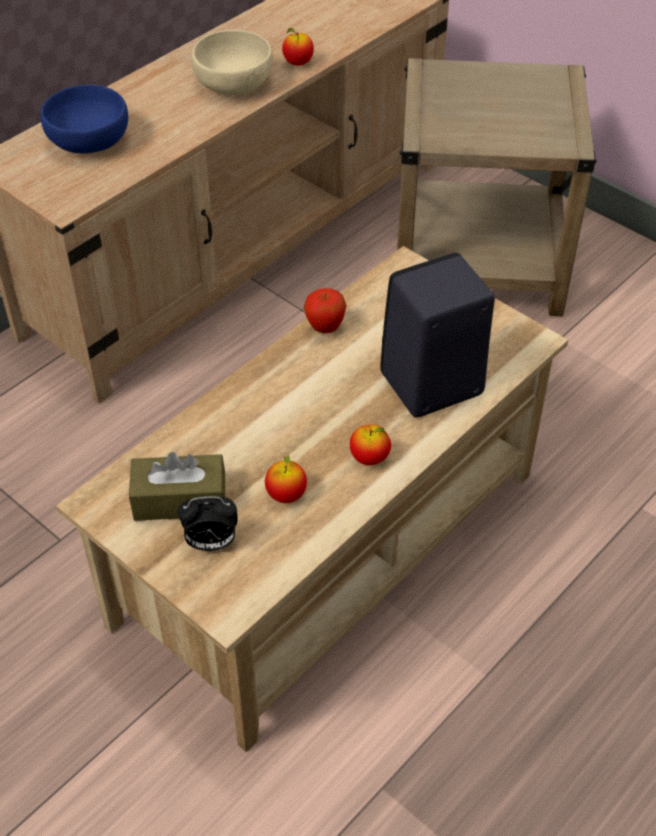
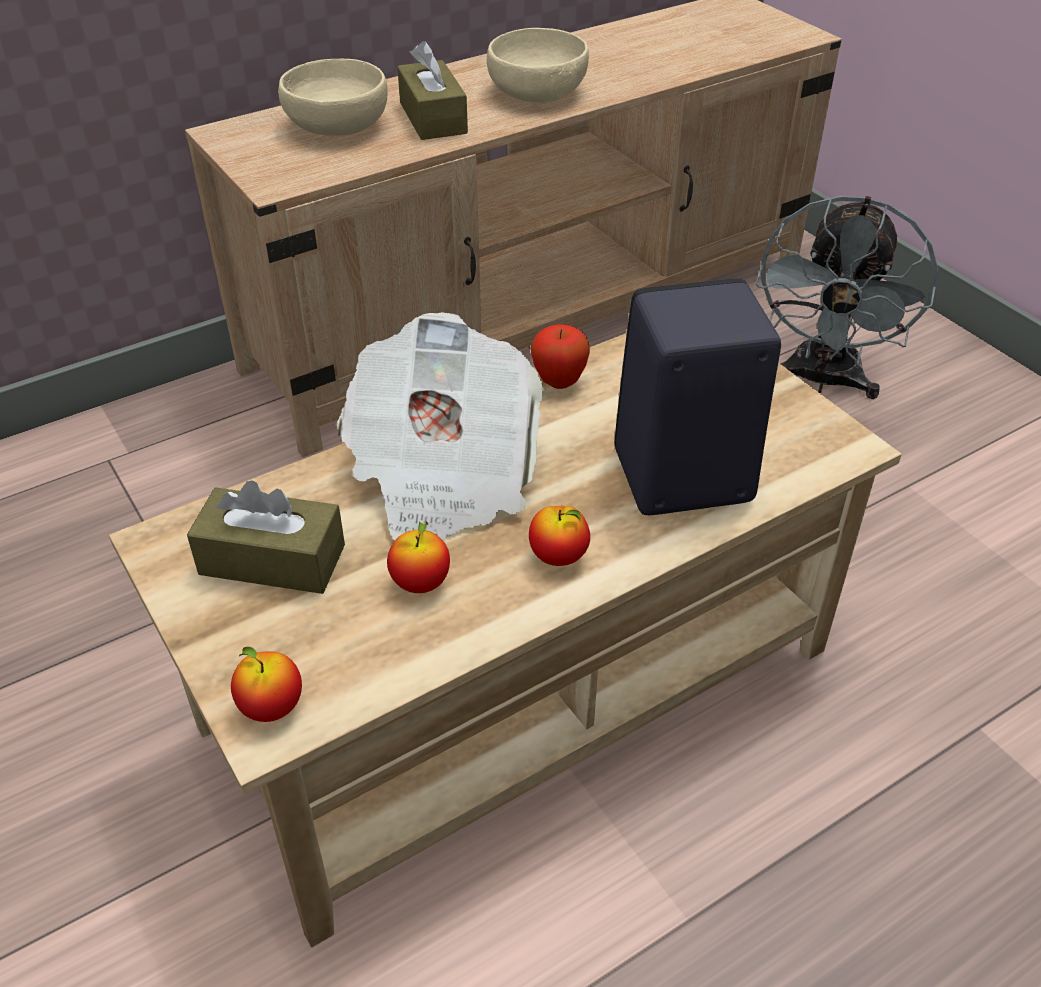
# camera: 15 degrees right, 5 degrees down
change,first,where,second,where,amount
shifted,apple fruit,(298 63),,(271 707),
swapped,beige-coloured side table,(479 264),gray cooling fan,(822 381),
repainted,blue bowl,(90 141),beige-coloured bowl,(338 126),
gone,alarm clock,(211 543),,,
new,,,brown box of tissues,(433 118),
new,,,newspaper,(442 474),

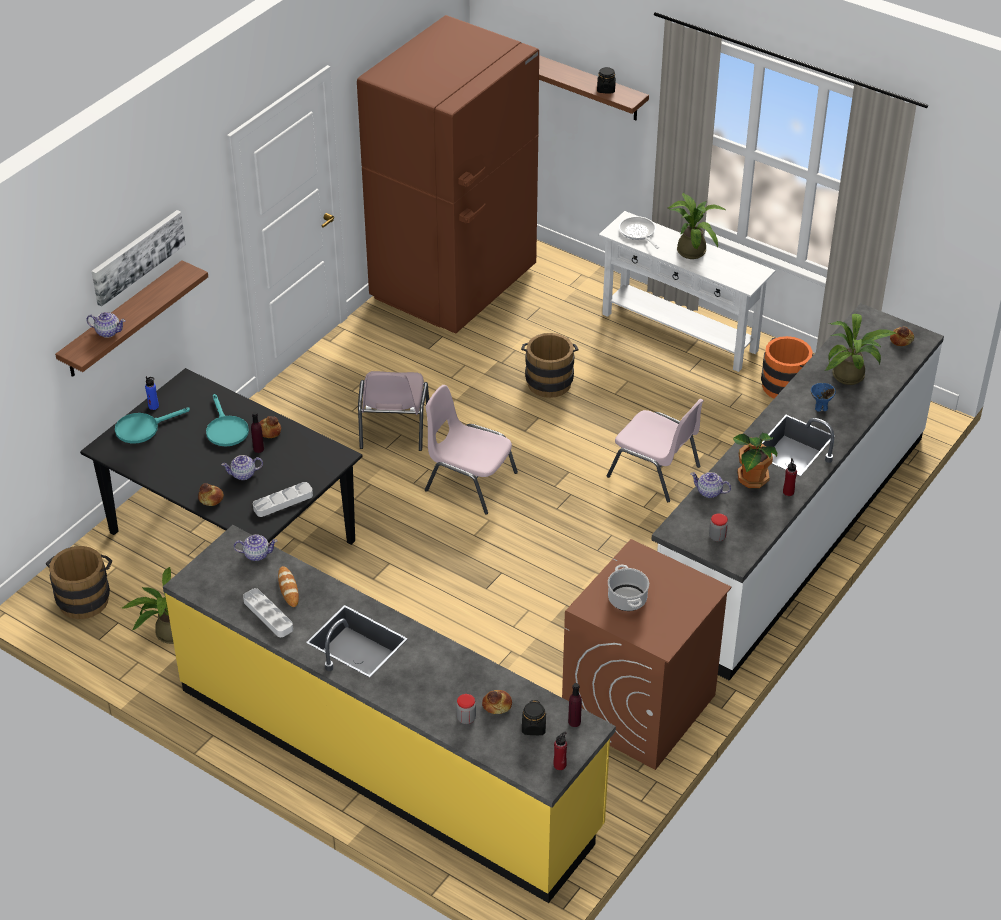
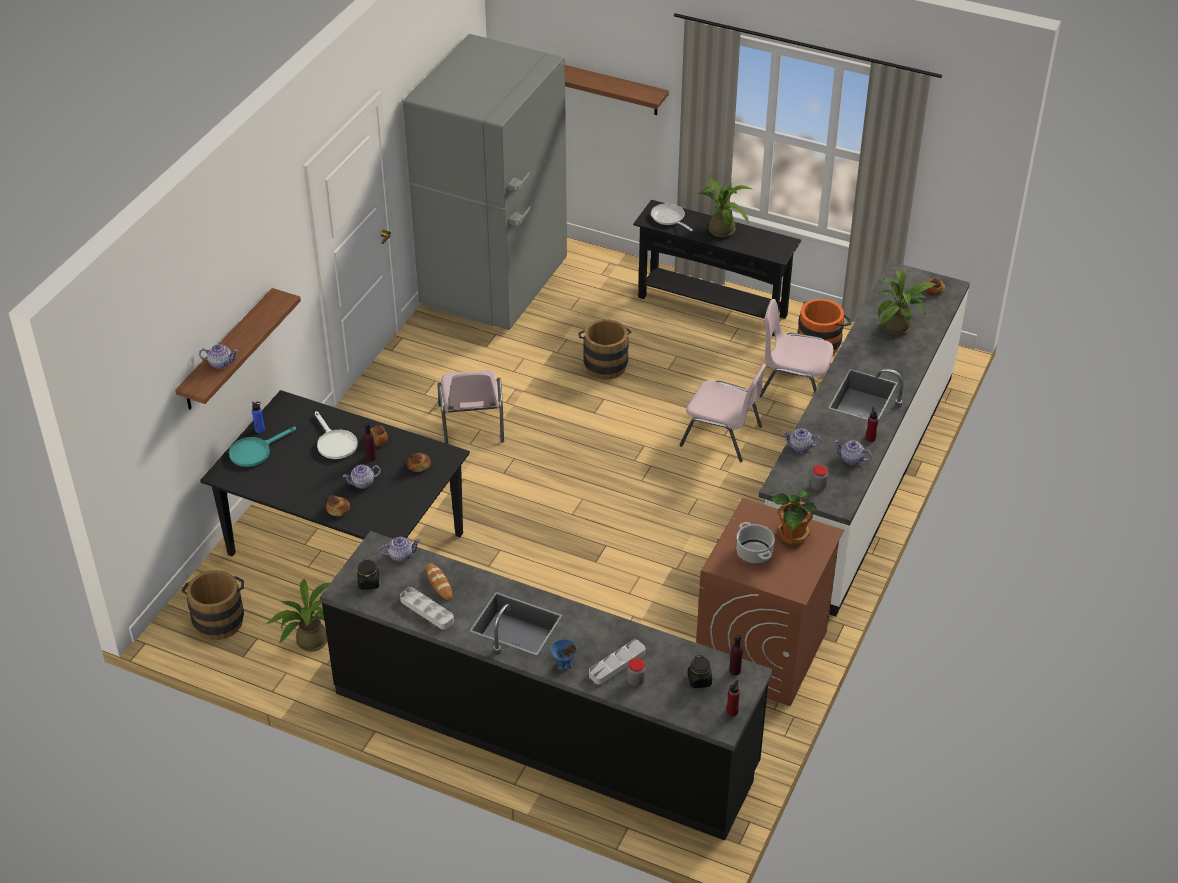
# camera: 10 degrees left, 0 degrees up
change,first,where,second,where,amount
repainted,brown refrigerator,(454 285),gray refrigerator,(495 285),
shifted,blackish preserve jar,(606 89),,(368 582),
gone,wall art,(137 256),,,
repainted,whitish hall table,(679 332),blackish hall table,(712 306),
shifted,blue bowl,(820 408),,(564 665),
shifted,pink-coloured chair,(469 481),,(794 384),
repainted,turquoise frying pan,(225 429),whitish frying pan,(334 443),
shifted,potted plant,(751 479),,(792 535),
shifted,gray carrying tray,(283 502),,(617 664),
repainted,yellowish counter,(387 758),blackish counter,(544 729),
shifted,bread,(497 705),,(419 465),
new,,,pot for tea,(851 459),

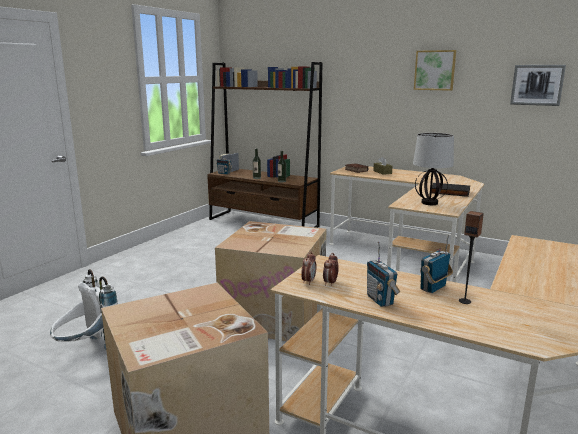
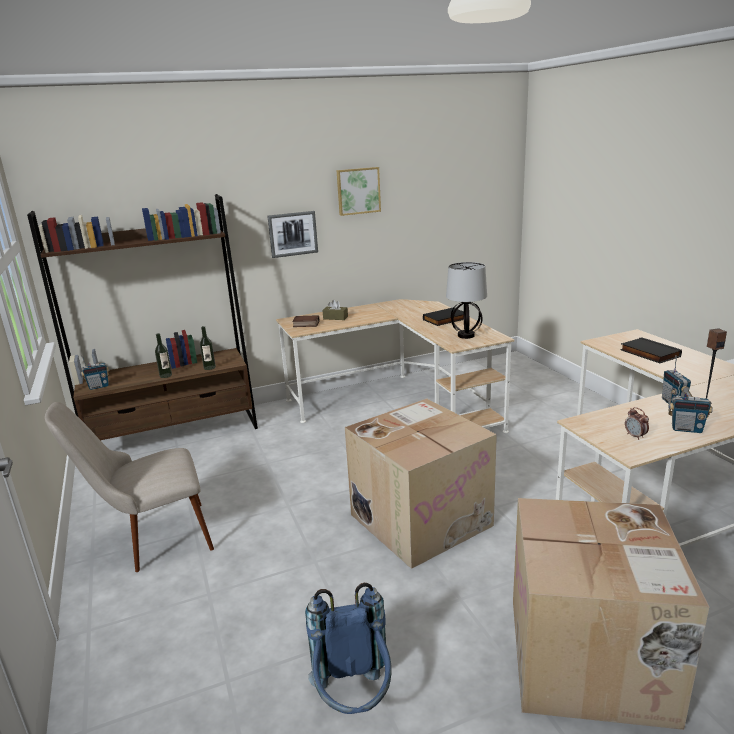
# camera: 50 degrees left, 5 degrees up
change,first,where,second,where,amount
shifted,wall art,(537 85),,(292 234),
gone,alarm clock,(308 281),,,
repainted,whitish knapsack,(88 351),blue knapsack,(354 701),
new,,,blackish bound book,(648 353),
new,,,beige-coloured chair,(151 541),

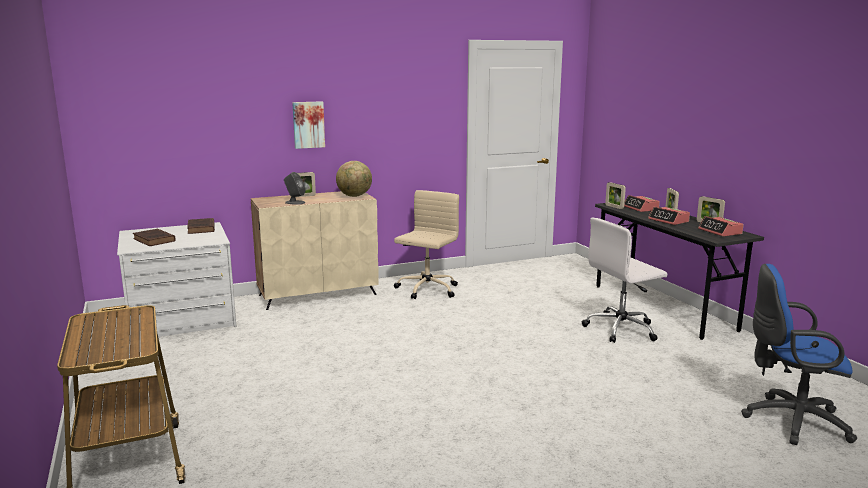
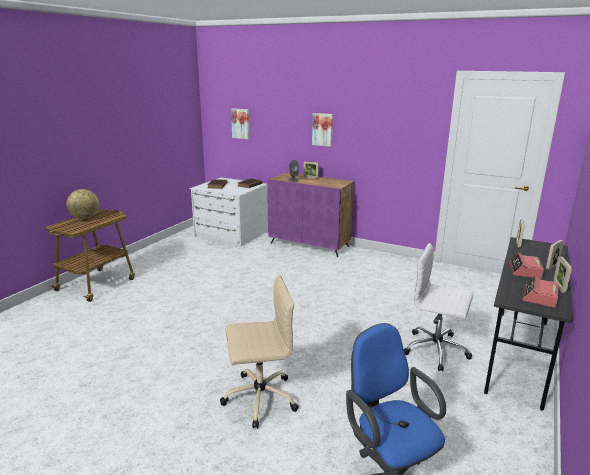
# camera: 50 degrees right, 5 degrees up
change,first,where,second,where,amount
shifted,desk globe,(354 196),,(85 218),
shifted,beige-coloured desk chair,(426 290),,(259 398),
repainted,beige-coloured storage cabinet,(318 294),purple-coloured storage cabinet,(310 245),
gone,alarm clock,(640 208),,,
new,,,wall art,(241 123),

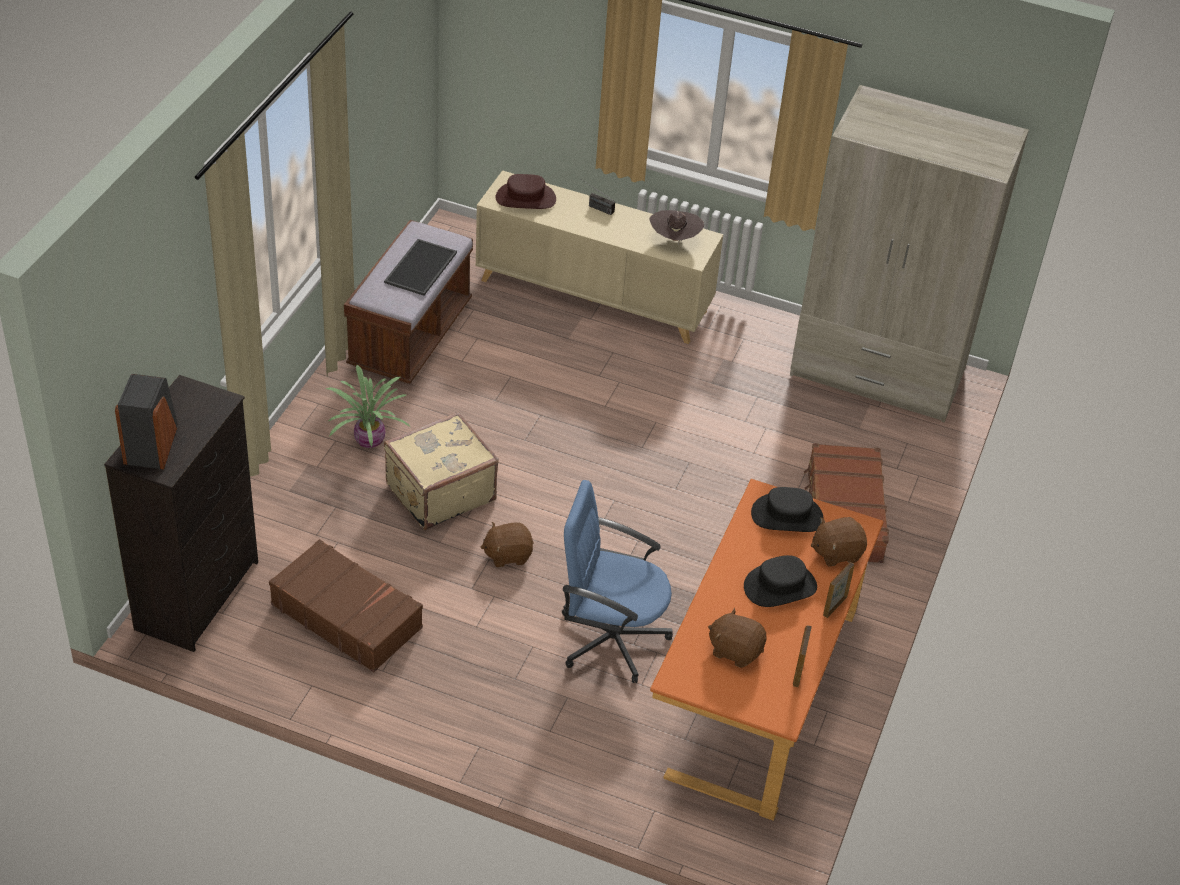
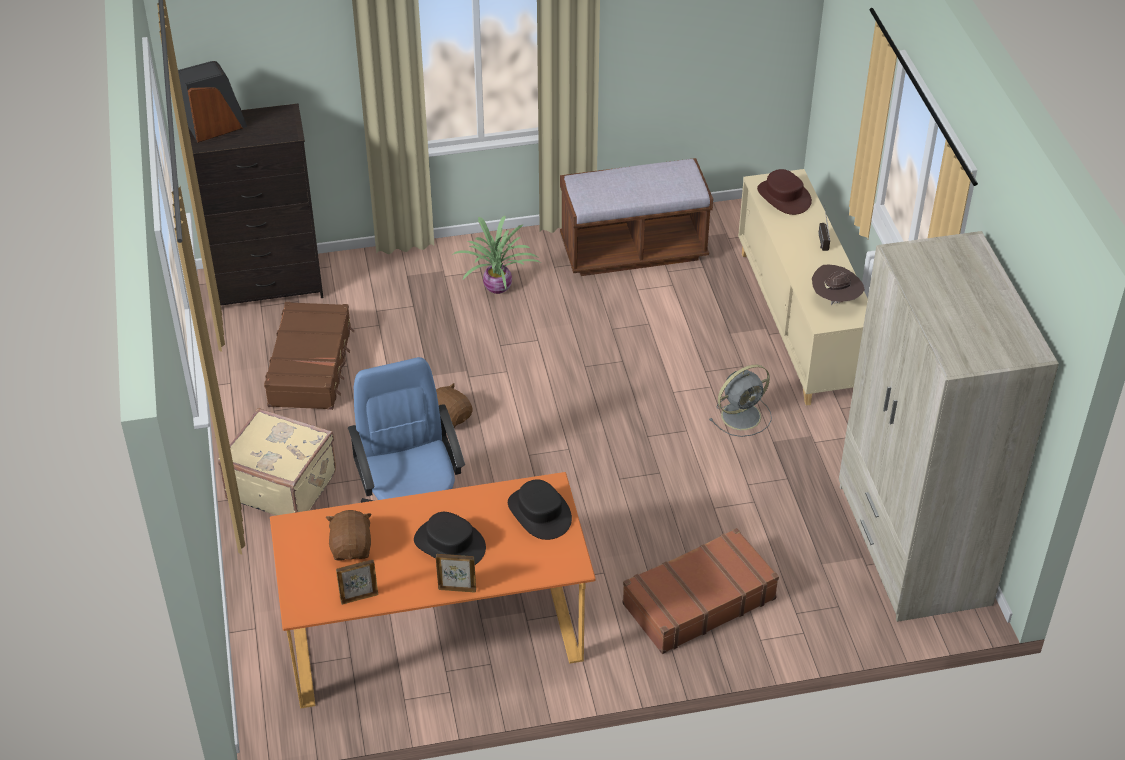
# camera: 60 degrees right, 0 degrees up
change,first,where,second,where,amount
gone,carrying tray,(420 267),,,
shifted,beige-coloured travel case,(439 492),,(282 485),
gone,brown soft toy,(836 552),,,
new,,,gray cooling fan,(742 415),

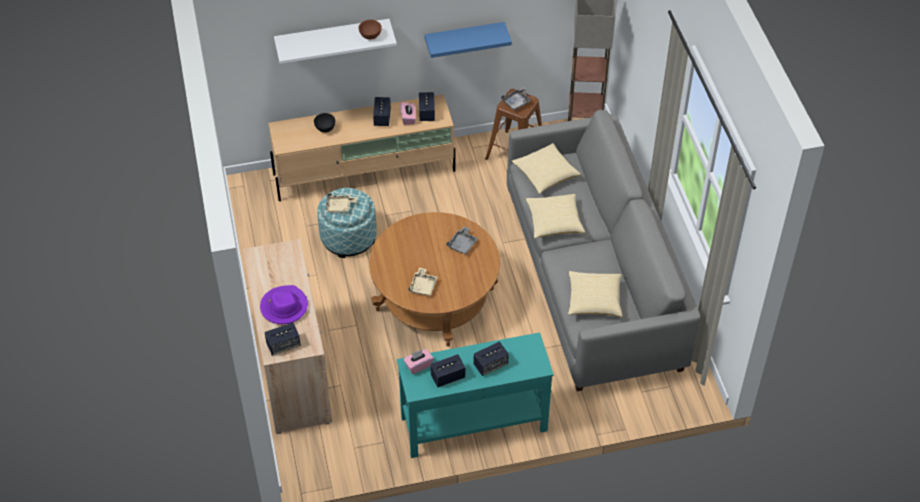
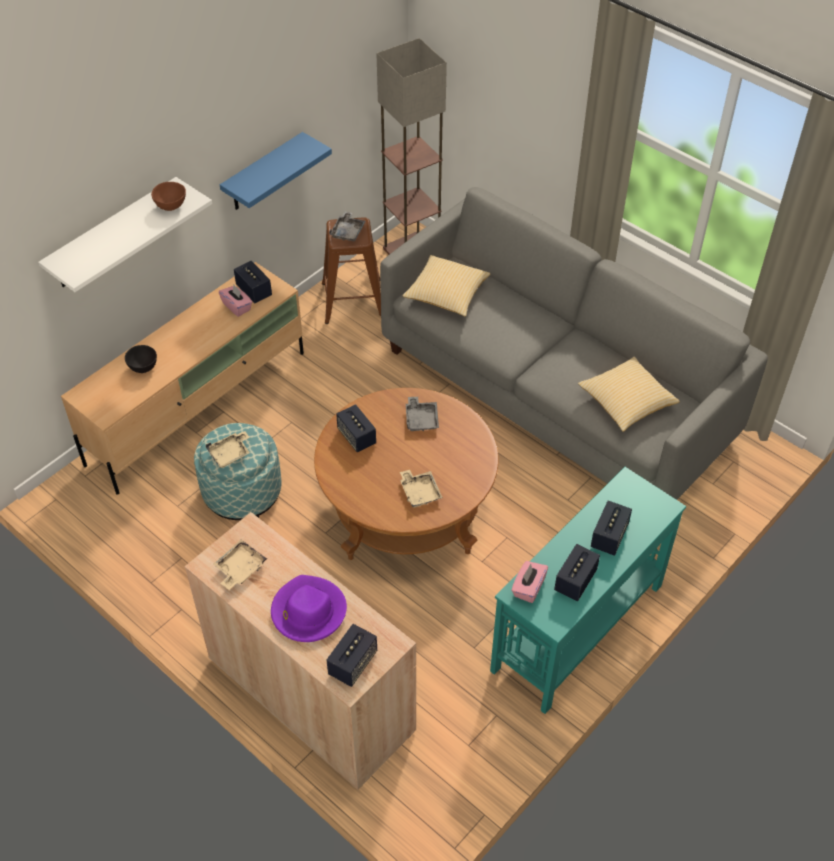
# camera: 35 degrees left, 0 degrees up
change,first,where,second,where,amount
shifted,speaker,(382 118),,(356 437),
gone,throw pillow,(554 222),,,
new,,,beige-coloured carrying tray,(239 569),

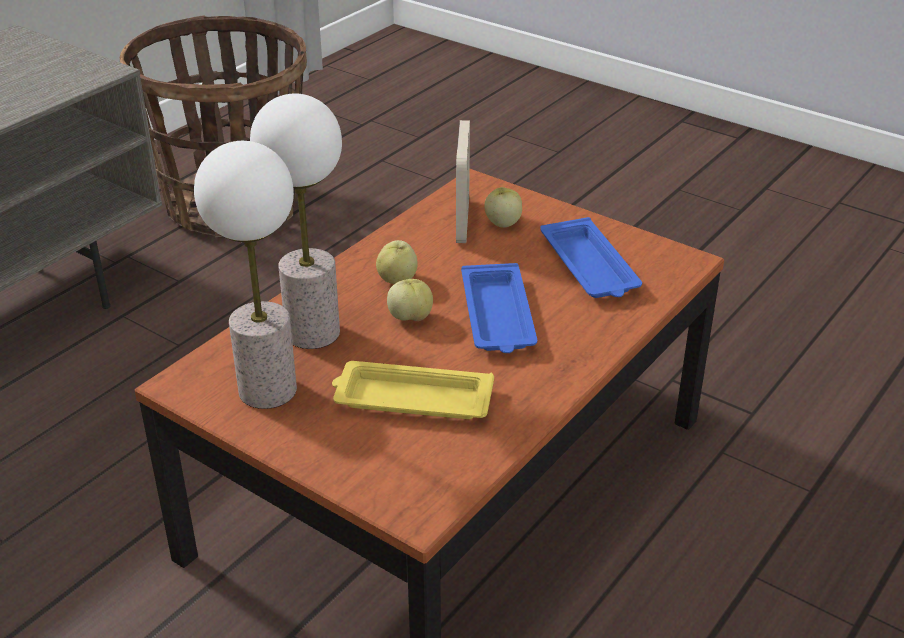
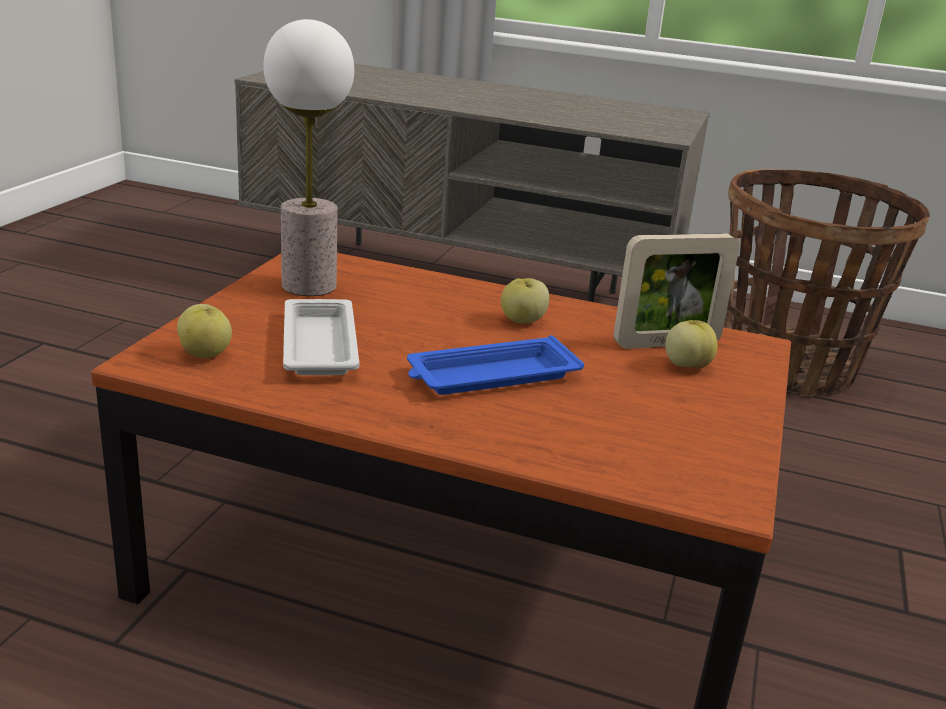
# camera: 70 degrees right, 10 degrees down
change,first,where,second,where,amount
gone,table lamp,(311 333),,,
gone,blue carrying tray,(590 267),,,
shifted,apple fruit,(410 317),,(205 354),
repainted,yellowish carrying tray,(411 399),whitish carrying tray,(319 344),

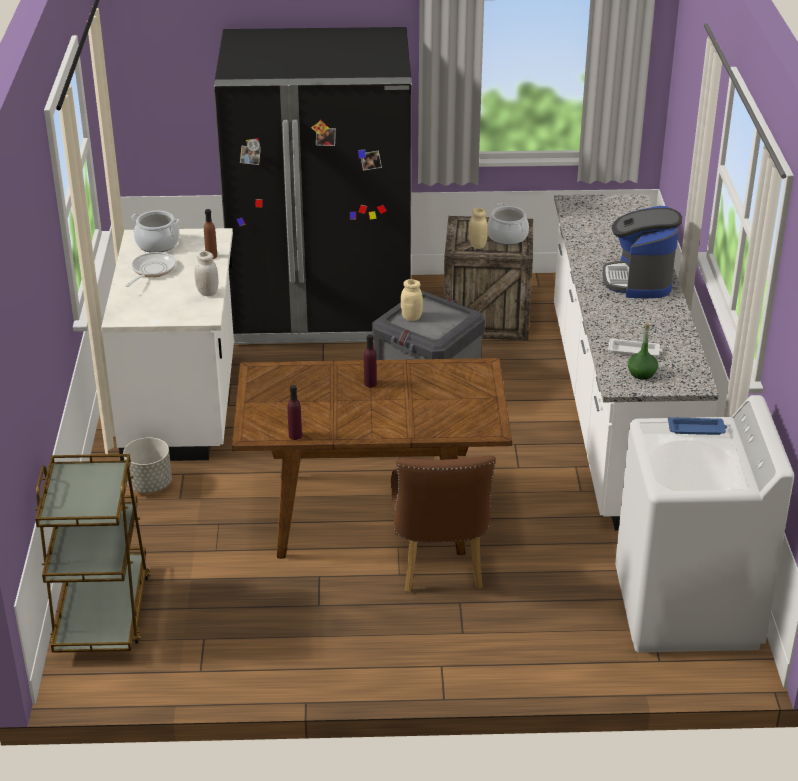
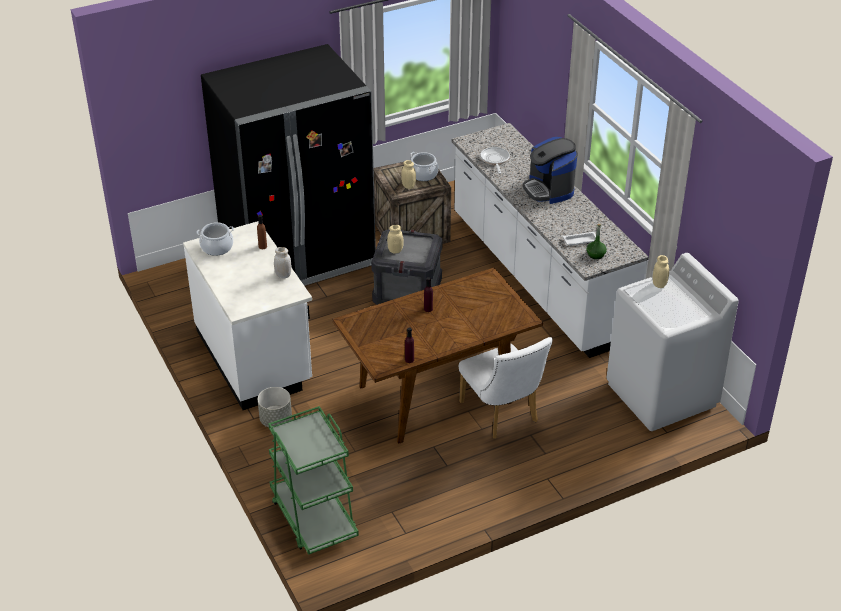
# camera: 25 degrees left, 5 degrees up
change,first,where,second,where,amount
shifted,frying pan,(151 271),,(495 160),
swapped,blue carrying tray,(697 429),beige-coloured preserve jar,(659 284),
repainted,brown trolley,(102 613),green trolley,(313 517),
repainted,brown chair,(439 566),whitish chair,(502 415),

